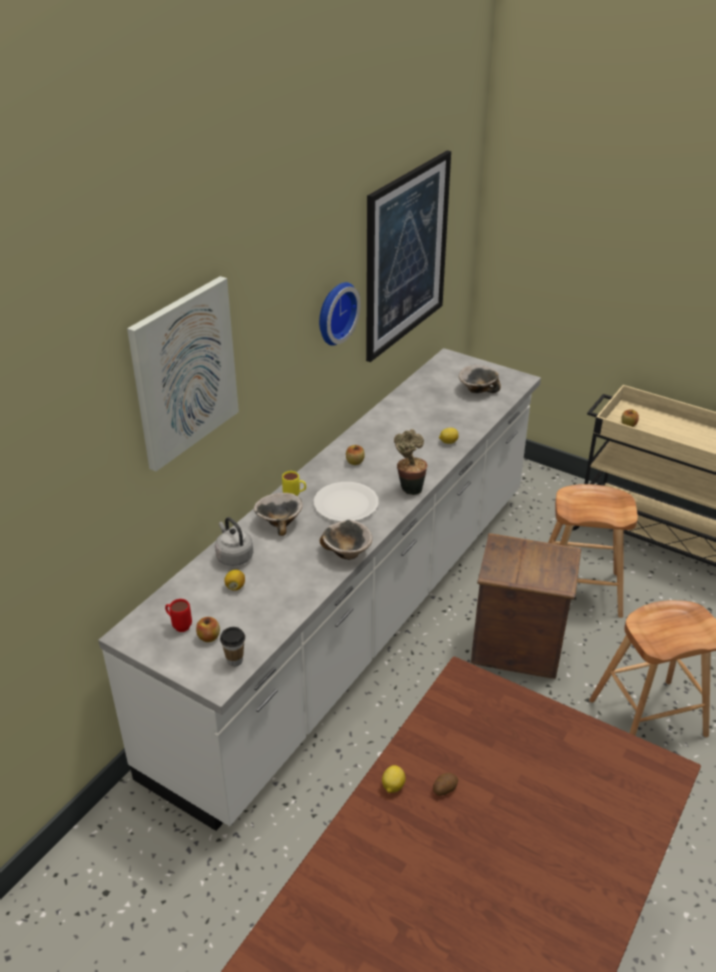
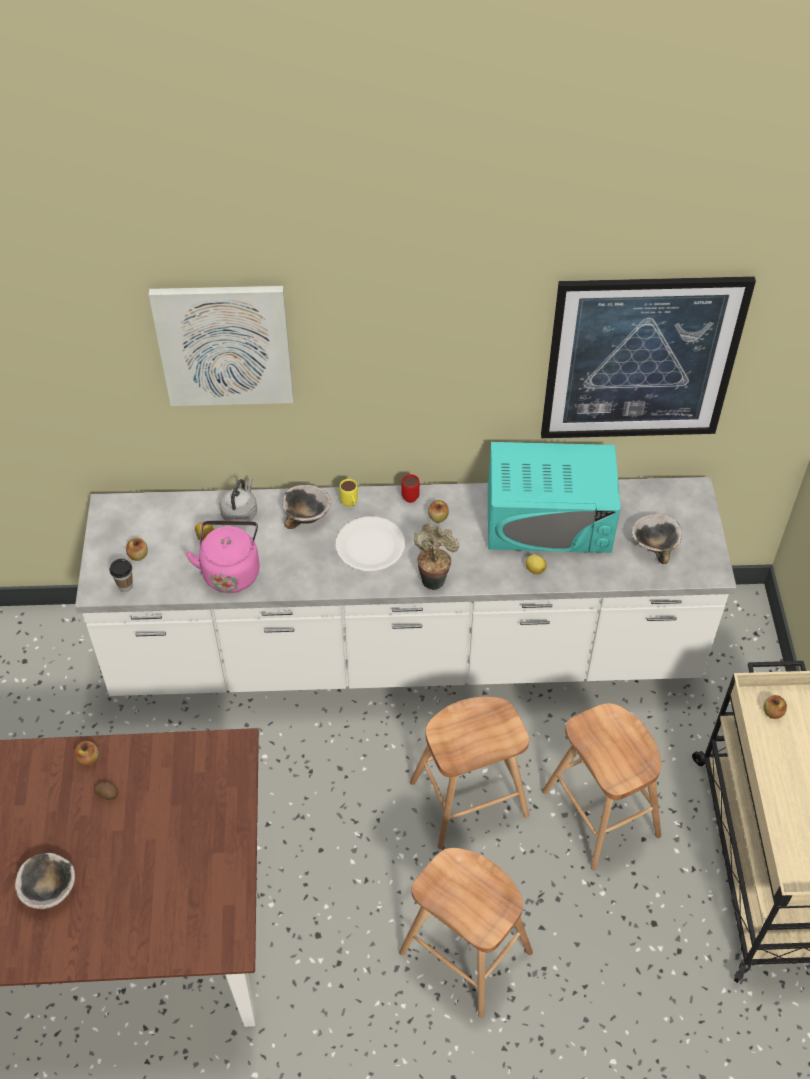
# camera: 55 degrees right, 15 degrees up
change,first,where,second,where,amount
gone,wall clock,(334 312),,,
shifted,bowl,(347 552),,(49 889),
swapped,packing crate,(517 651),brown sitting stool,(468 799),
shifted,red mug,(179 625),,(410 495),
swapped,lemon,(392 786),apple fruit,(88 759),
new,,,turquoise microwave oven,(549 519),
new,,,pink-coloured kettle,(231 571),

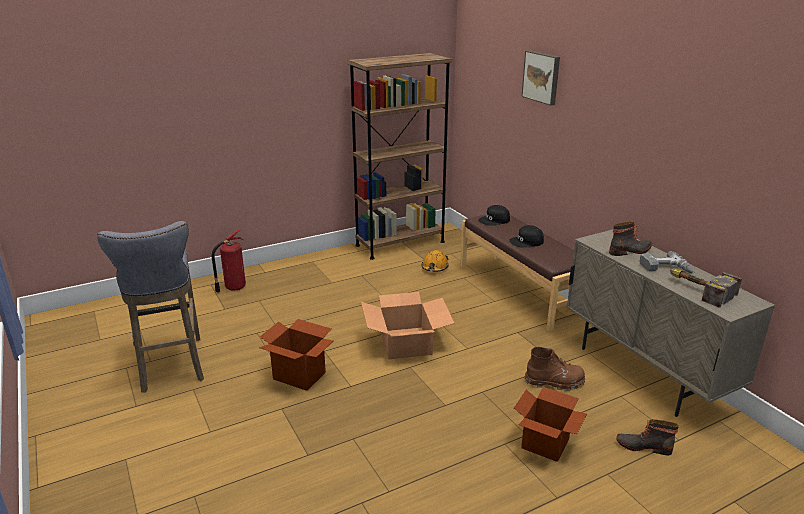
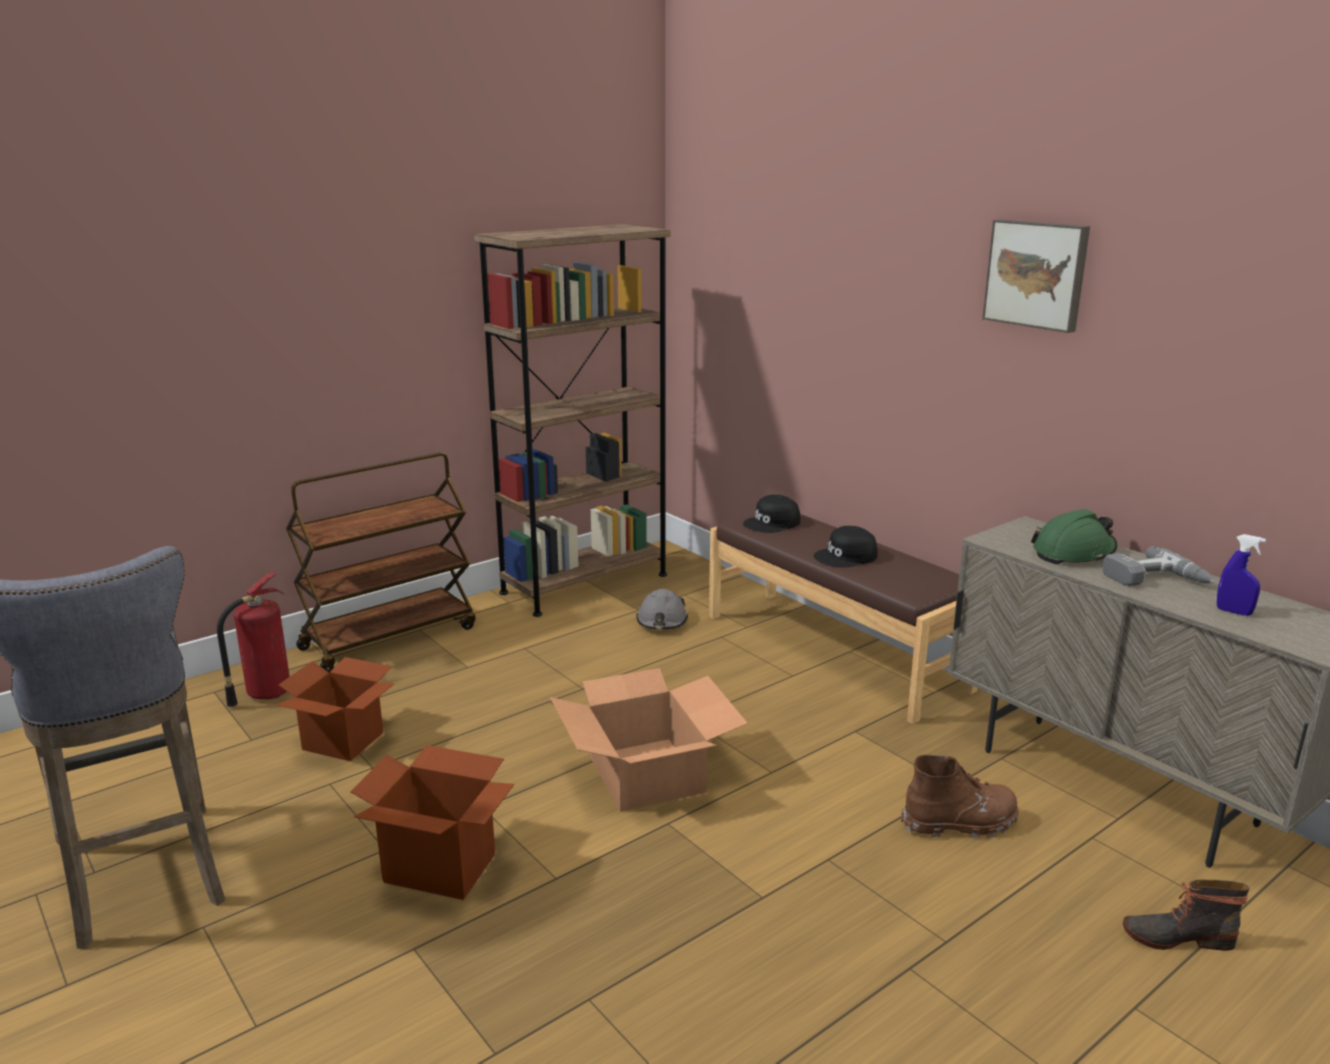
# camera: 10 degrees left, 5 degrees down
change,first,where,second,where,amount
shifted,wall art,(542 77),,(1037 274),
swapped,boot,(630 251),green hard hat,(1073 553),
repainted,orange-coloured hard hat,(434 267),gray hard hat,(662 621),
swapped,hammer,(697 289),blue spray bottle,(1233 612),
shifted,carton,(545 444),,(342 741),
new,,,brown trolley,(389 637),

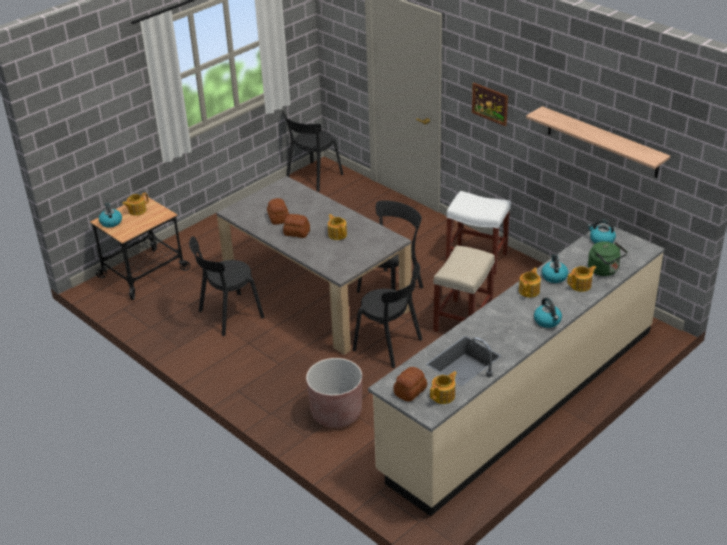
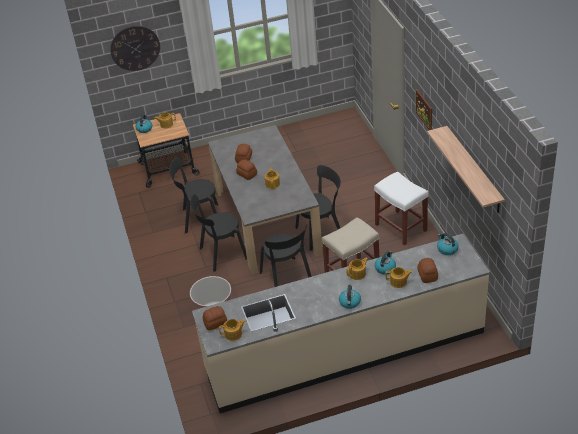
# camera: 30 degrees right, 5 degrees up
change,first,where,second,where,amount
shifted,blackish chair,(313 177),,(221 254),
swapped,green kettle,(605 270),bread,(427 275),
new,,,wall clock,(135 48),

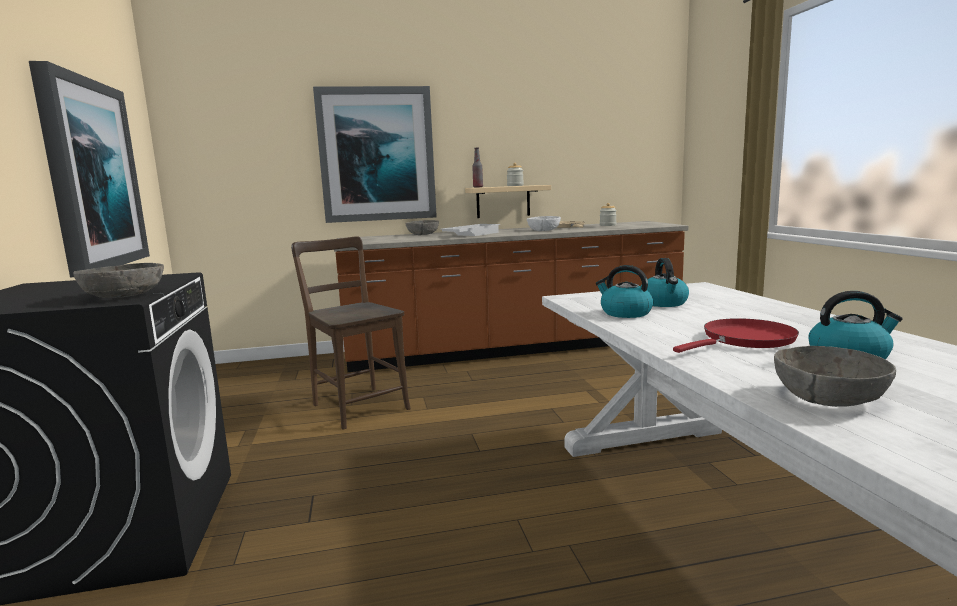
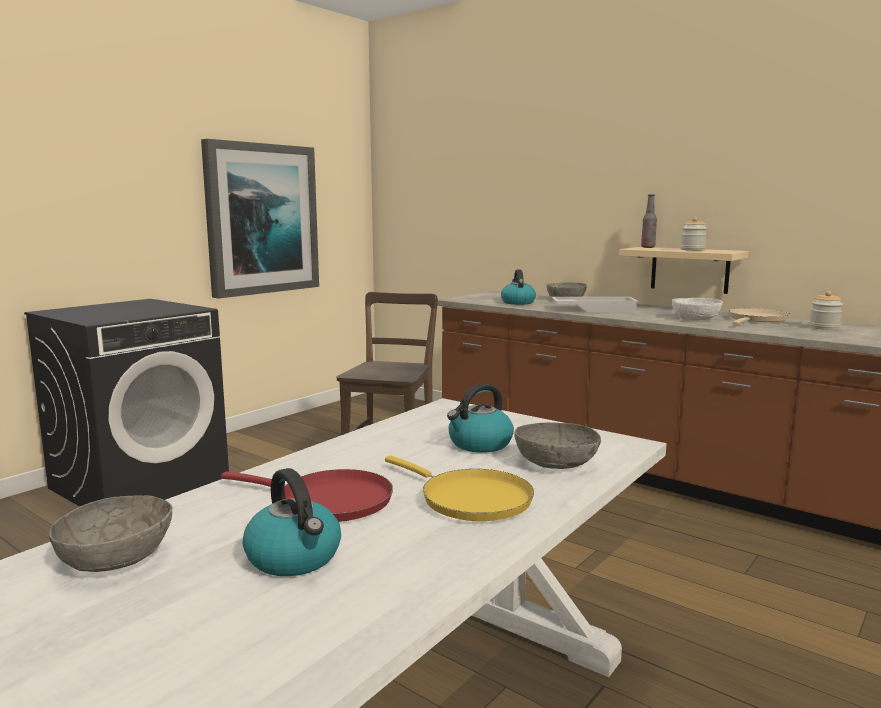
# camera: 50 degrees right, 0 degrees up
change,first,where,second,where,amount
gone,wall art,(377 155),,,
shifted,gray bowl,(124 296),,(556 463),
shifted,kettle,(625 313),,(517 302),
new,,,yellowish frying pan,(470 499),

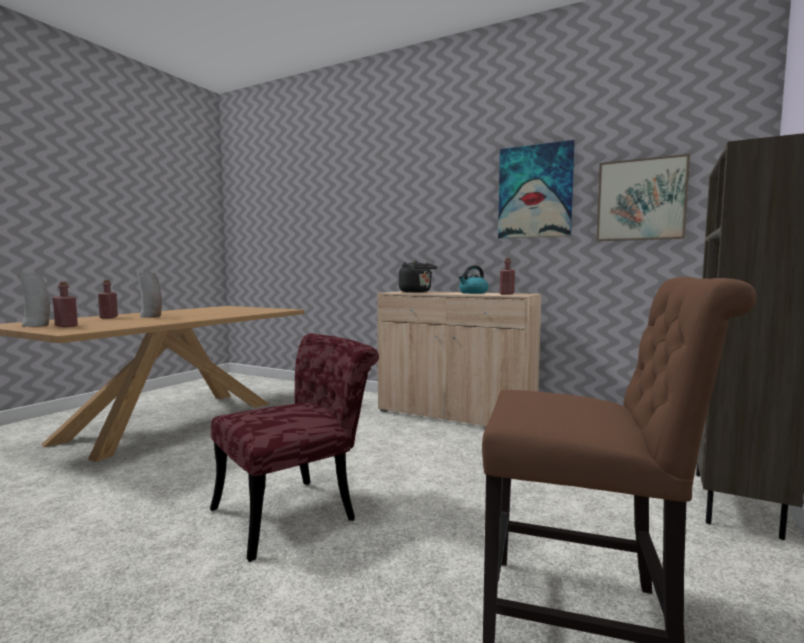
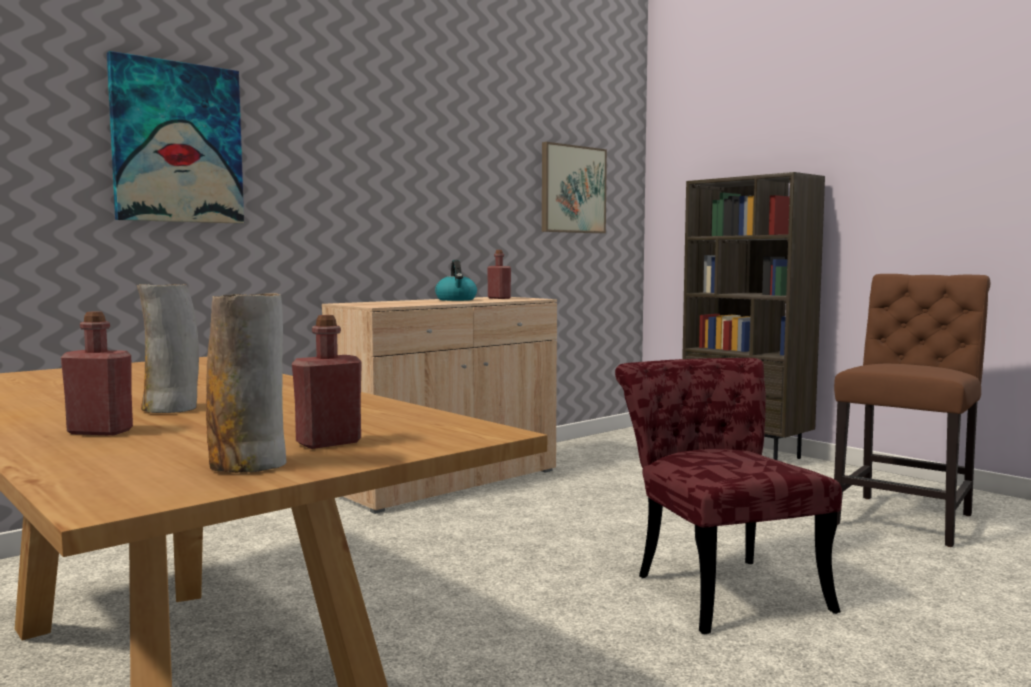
# camera: 70 degrees left, 0 degrees up
change,first,where,second,where,amount
shifted,wall art,(535 192),,(177 143),
gone,blackish kettle,(417 292),,,

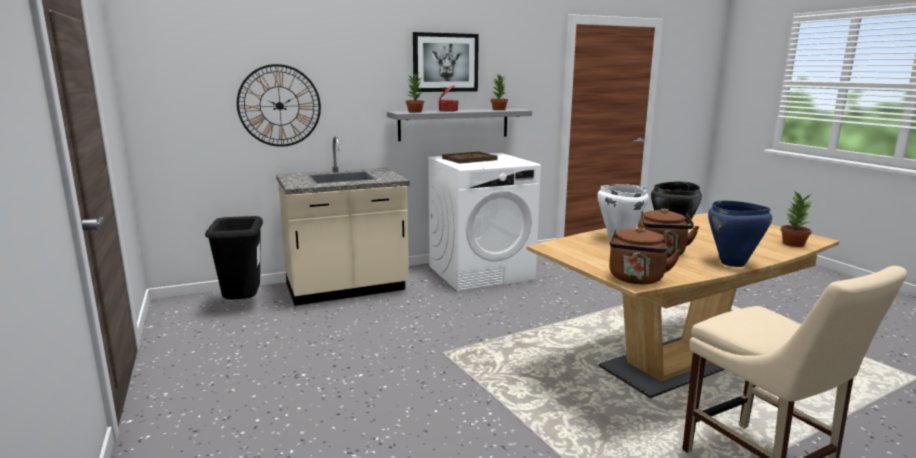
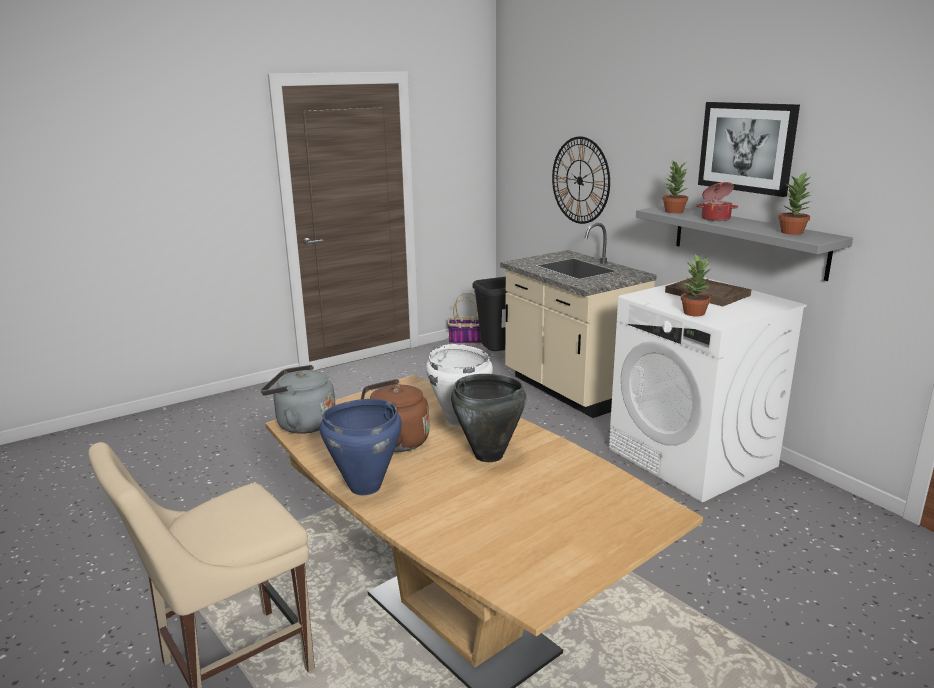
# camera: 80 degrees right, 5 degrees up
change,first,where,second,where,amount
shifted,potted plant,(792 243),,(694 313),
repainted,brown kettle,(636 279),gray kettle,(302 424),
new,,,basket,(465 341),

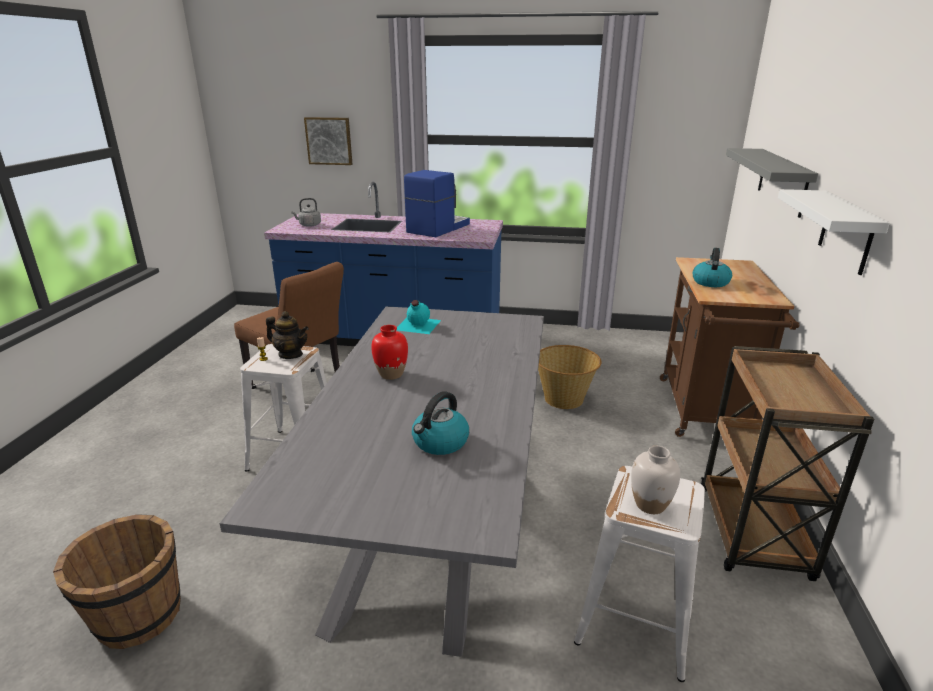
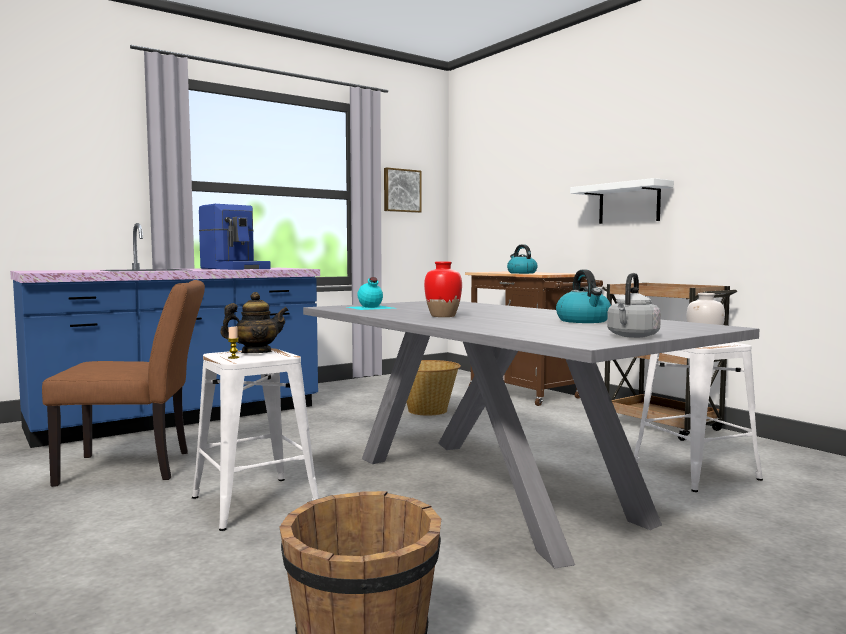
# camera: 45 degrees left, 20 degrees down
change,first,where,second,where,amount
shifted,wall art,(329 141),,(401 190),
gone,gray shelf,(782 181),,,
rotated,coffee maker,(437 228),,(235 268),150 degrees clockwise
shifted,gray kettle,(309 225),,(632 336),

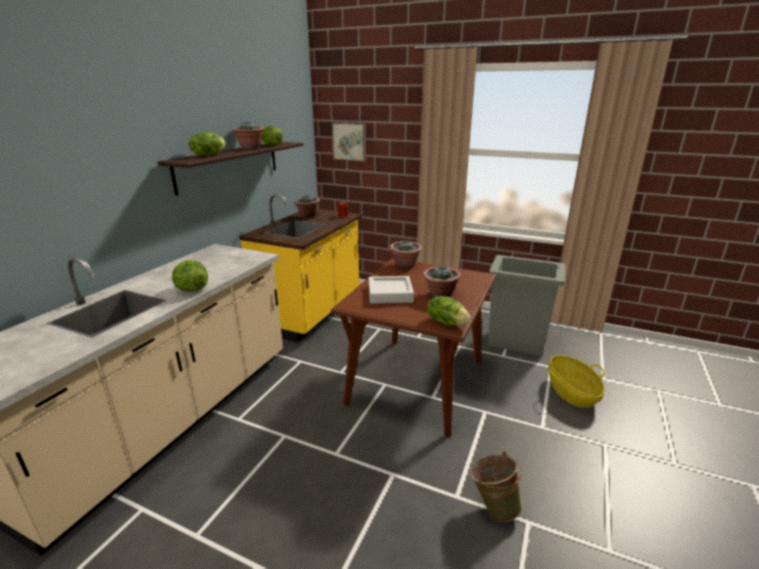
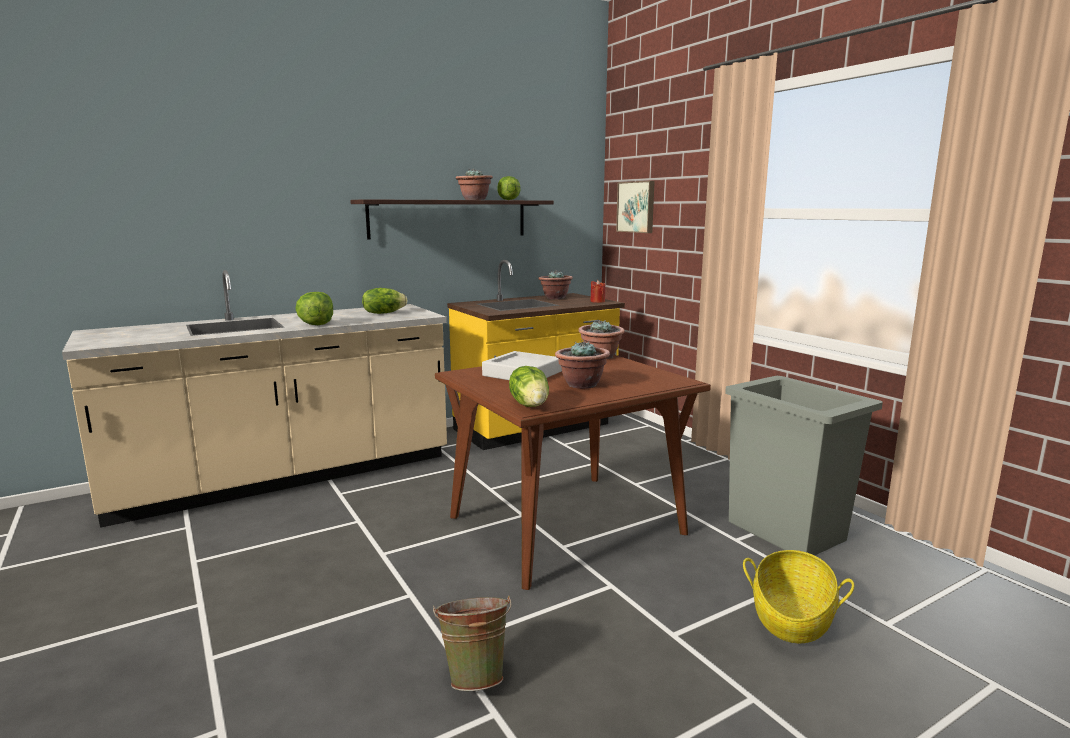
# camera: 35 degrees right, 10 degrees down
change,first,where,second,where,amount
shifted,lettuce,(208 155),,(383 313),

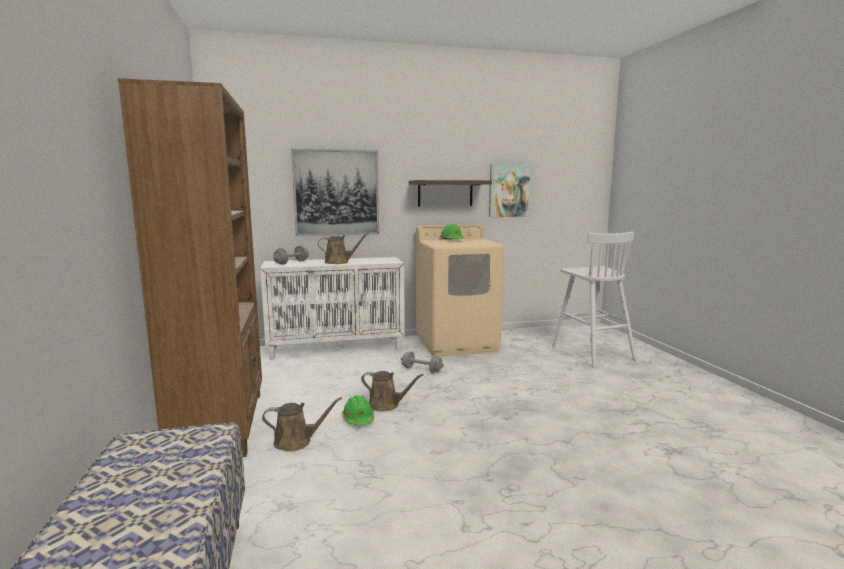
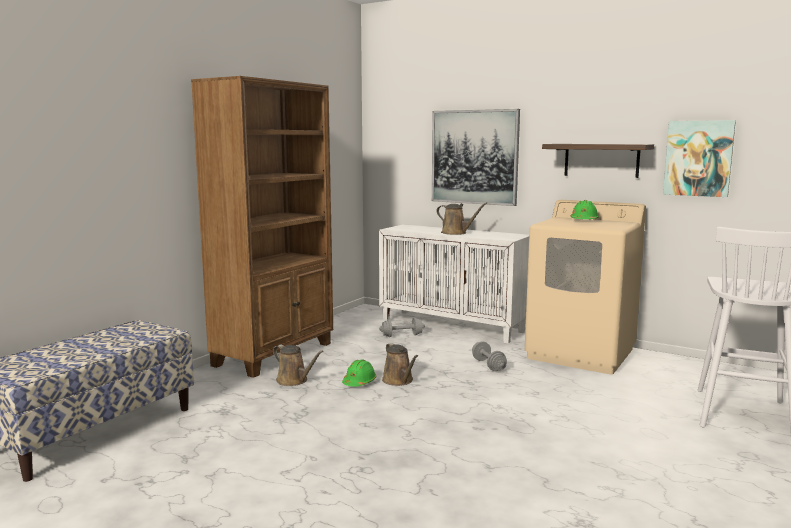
# camera: 45 degrees right, 0 degrees up
change,first,where,second,where,amount
shifted,gray free weight,(291 262),,(402 335),

